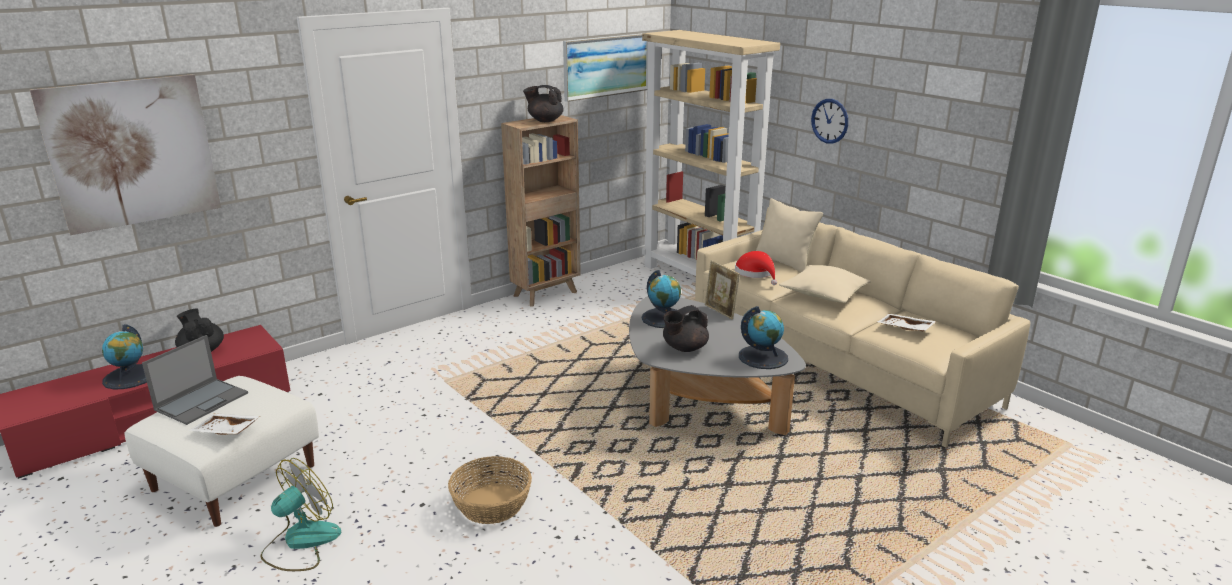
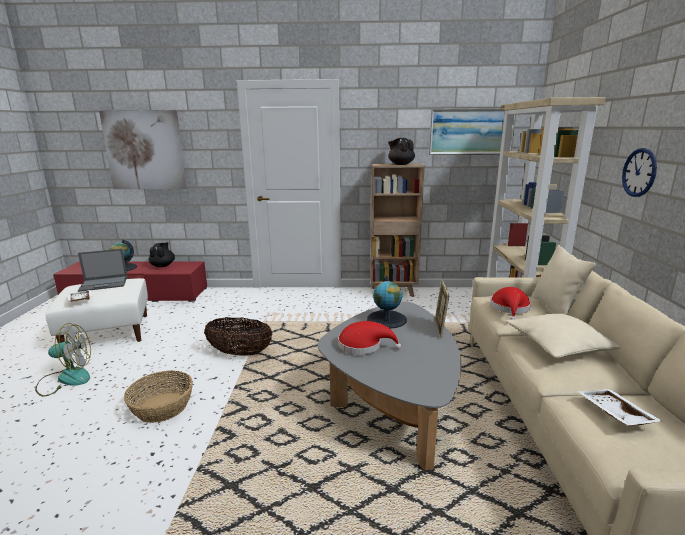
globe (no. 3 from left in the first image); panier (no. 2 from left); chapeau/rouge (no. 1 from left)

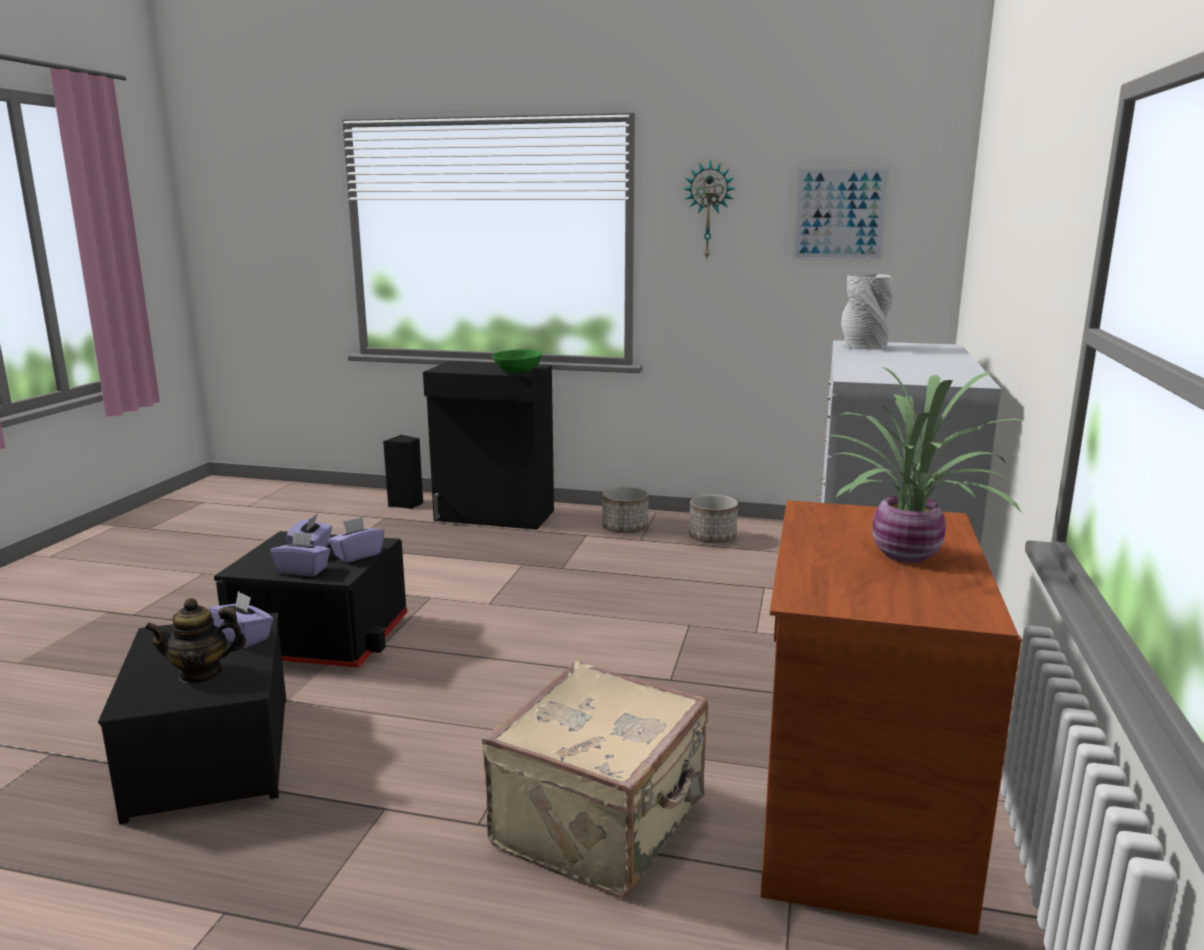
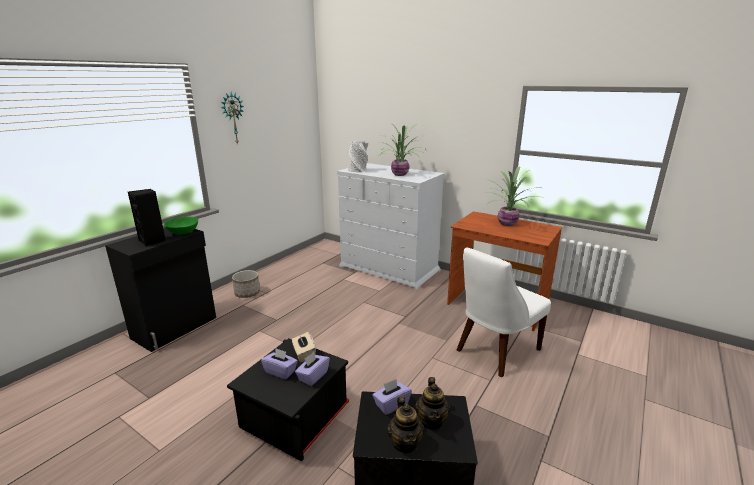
cache-pot (no. 2 from left in the first image); tableau; plante en pot (no. 1 from left); théière (no. 1 from left); enceinte/noir; chaise/blanc; boîte à mouchoirs/beige

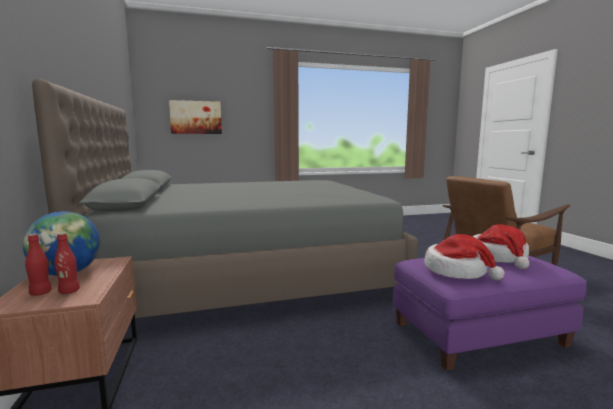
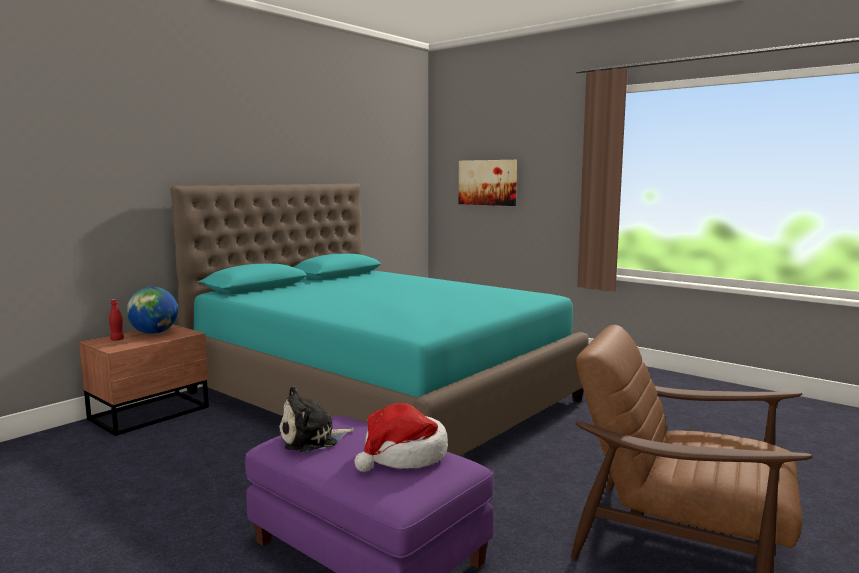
bouteille/rouge (no. 2 from left in the first image); peluche; lit/turquoise

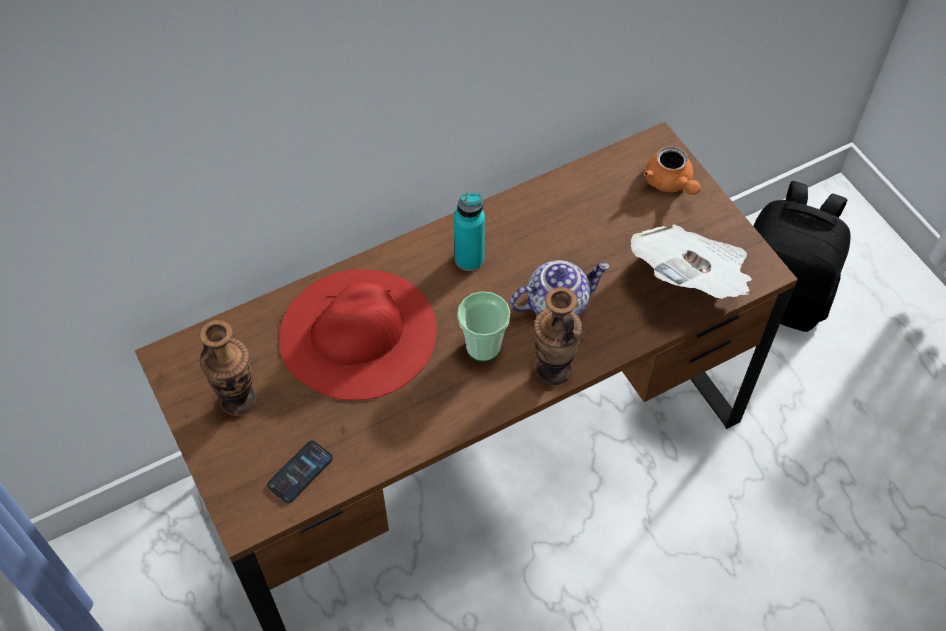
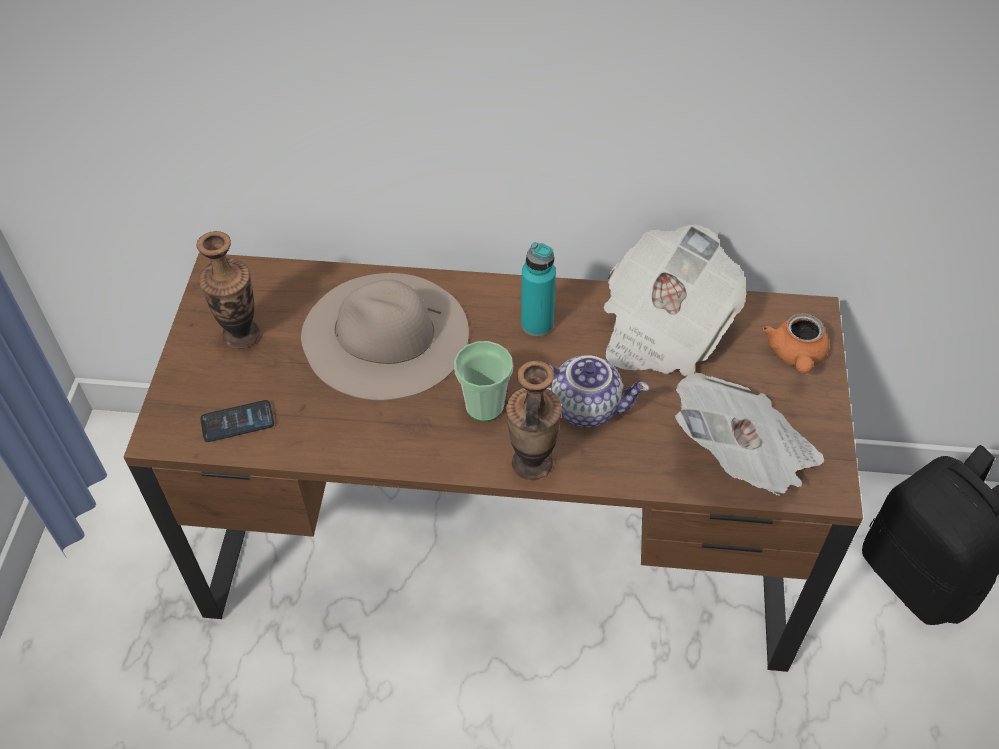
journal (no. 1 from left); chapeau/beige

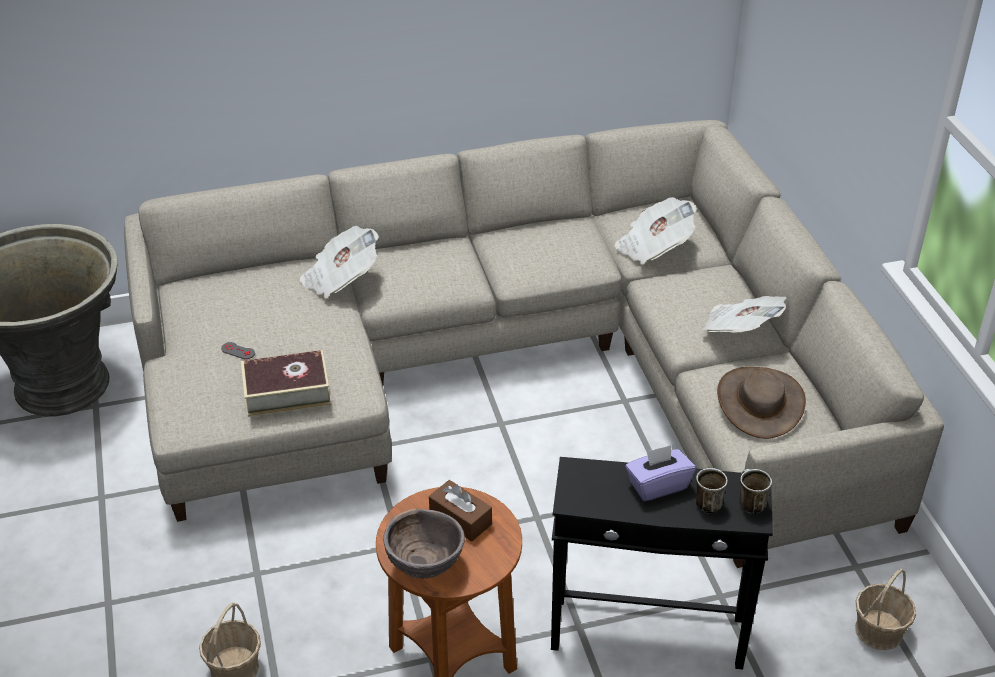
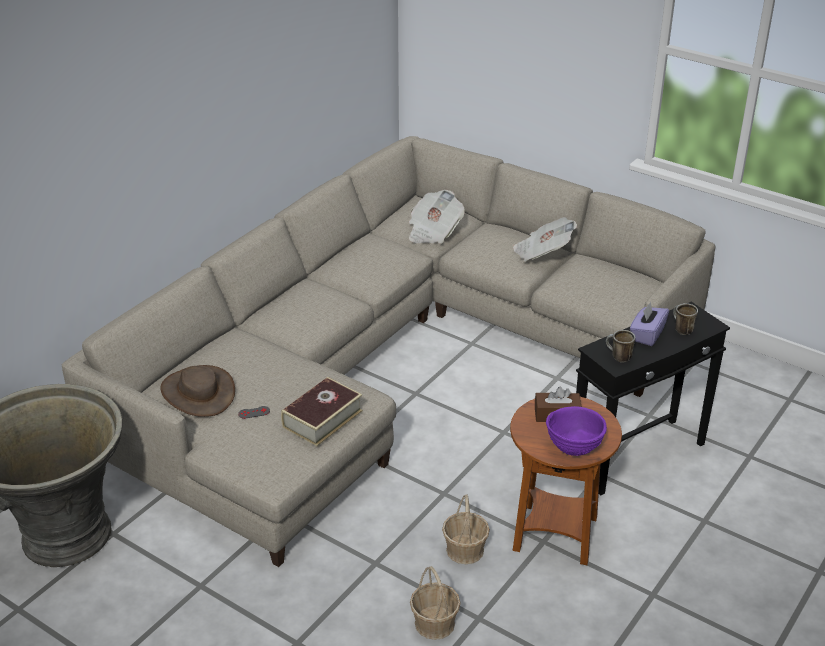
journal (no. 1 from left in the first image); chapeau/marron; mug (no. 1 from left); panier (no. 2 from left); bol/violet

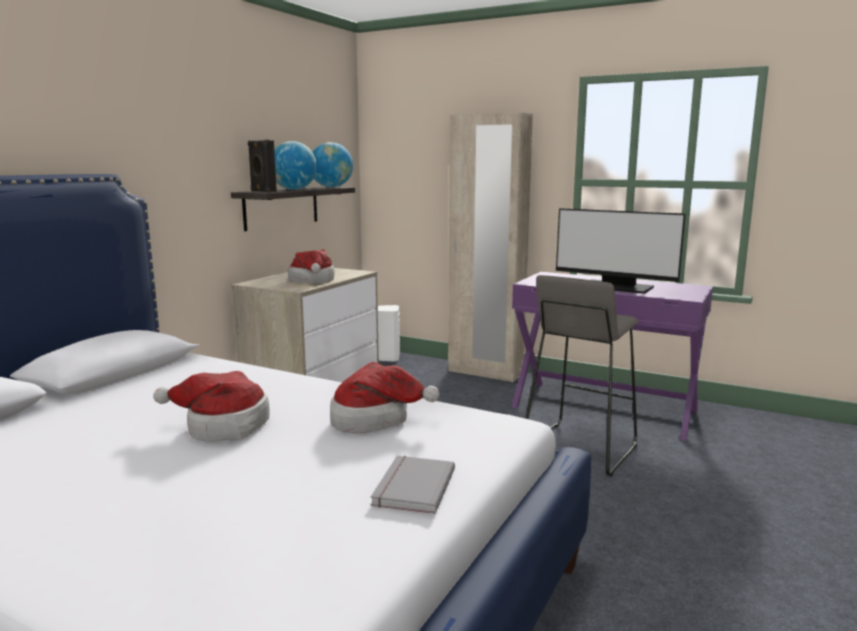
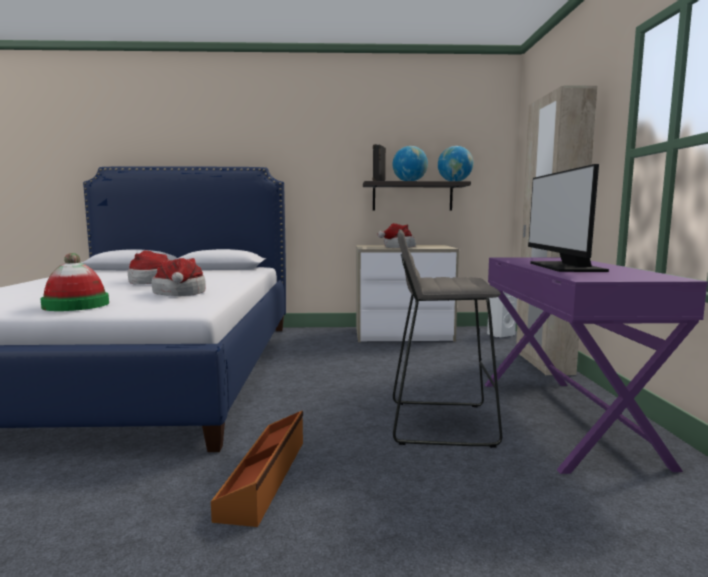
boîte de rangement/marron; chapeau (no. 1 from left)

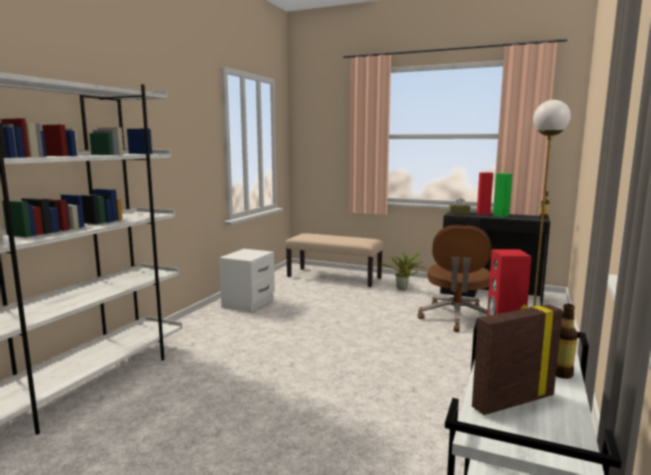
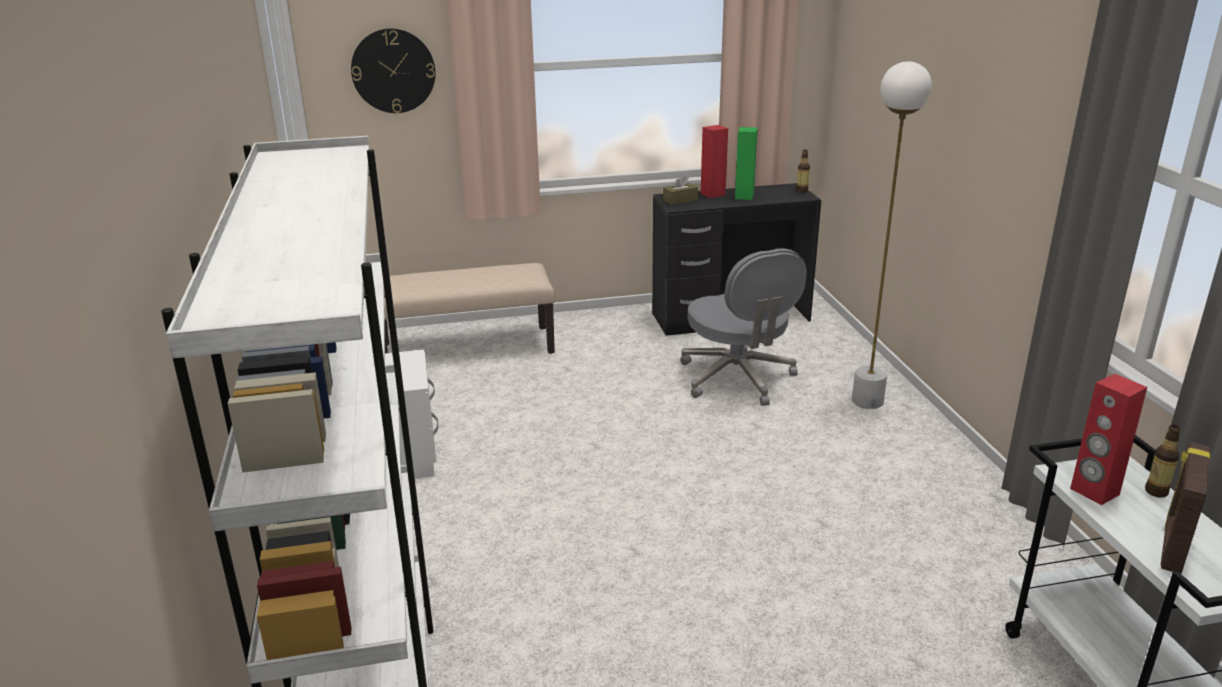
plante en pot; horloge murale; chaise de bureau/gris

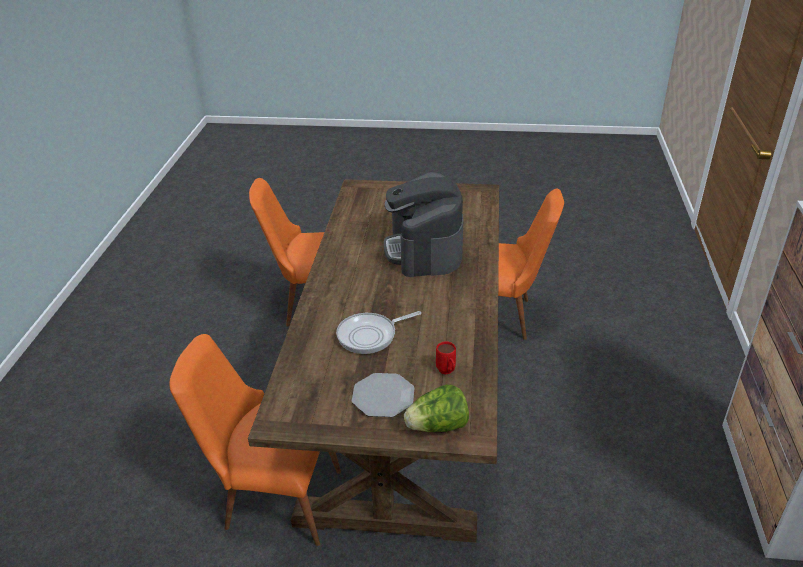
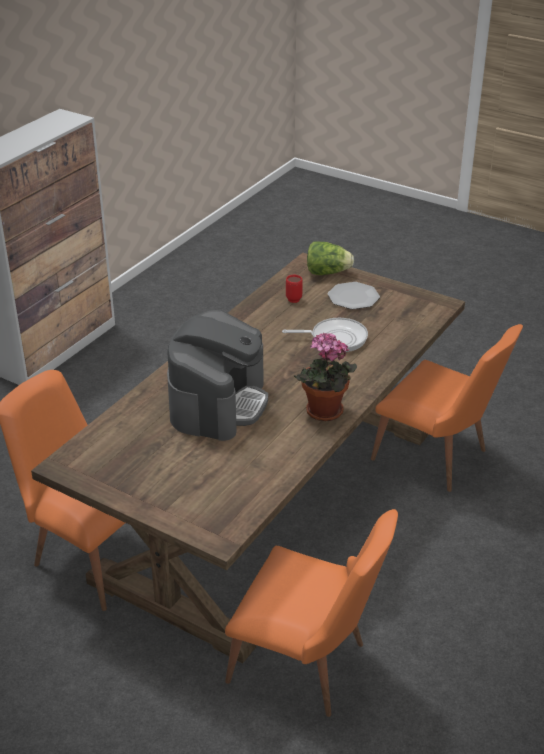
plante en pot

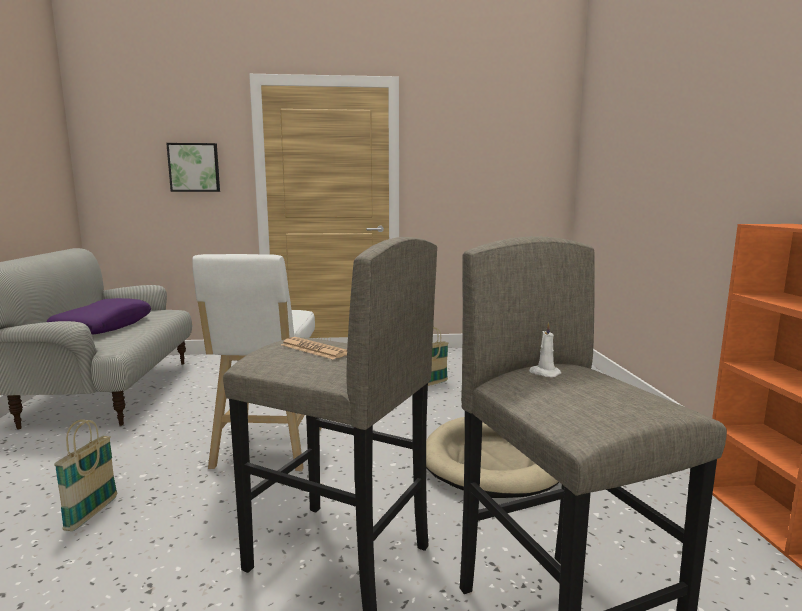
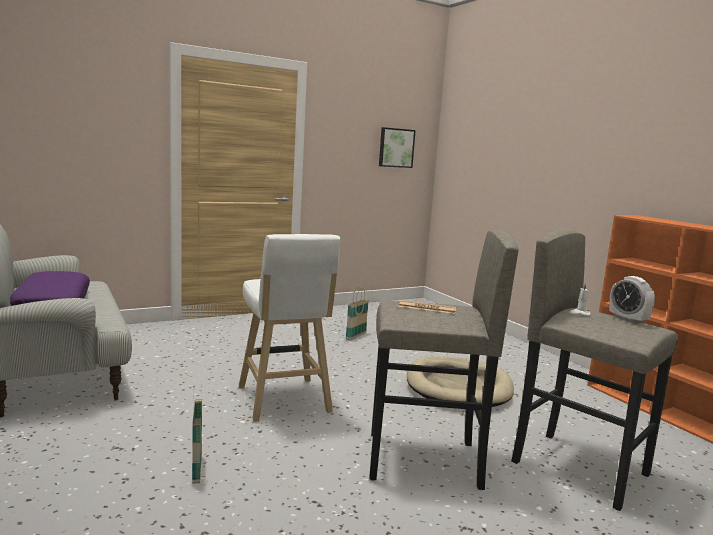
réveil; tableau

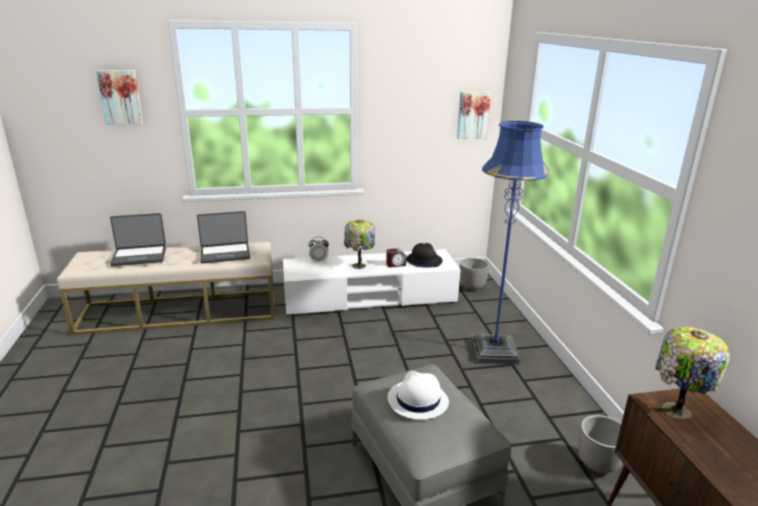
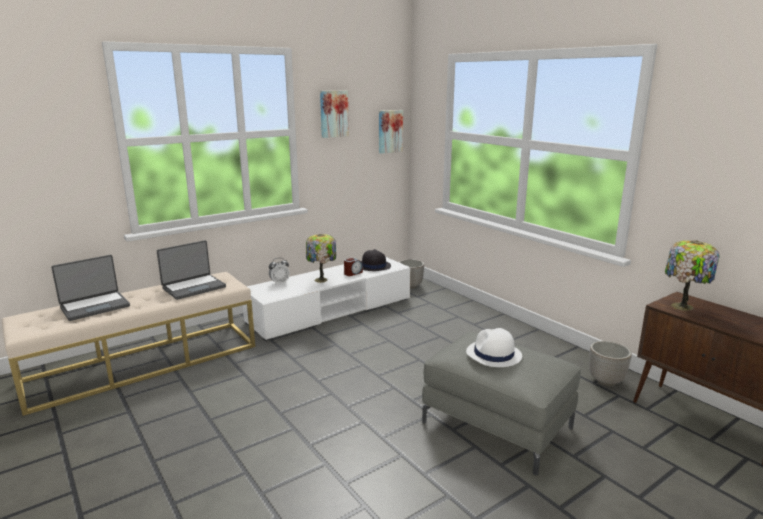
lampadaire/bleu; tableau (no. 1 from left)

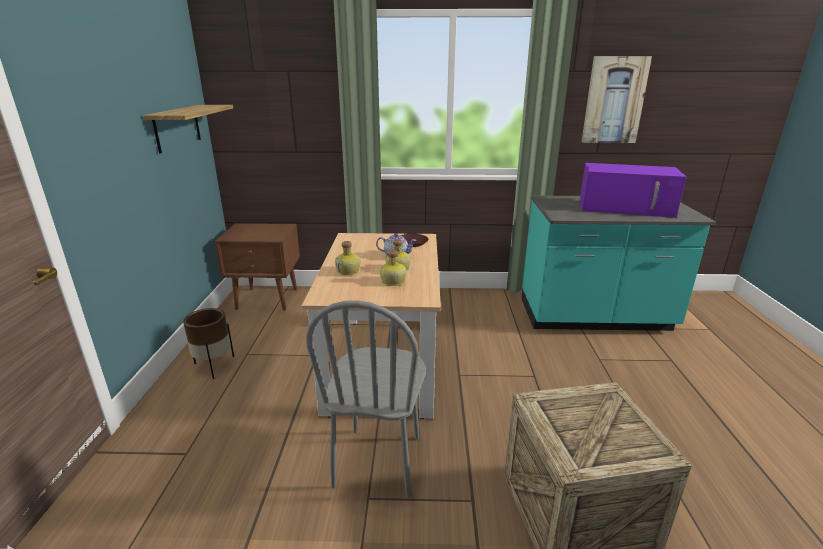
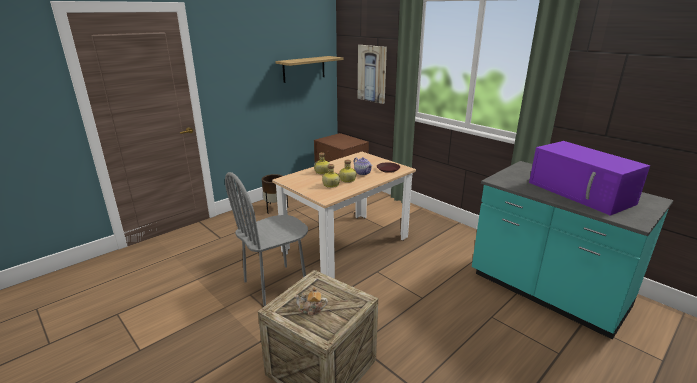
théière (no. 1 from left); tableau

